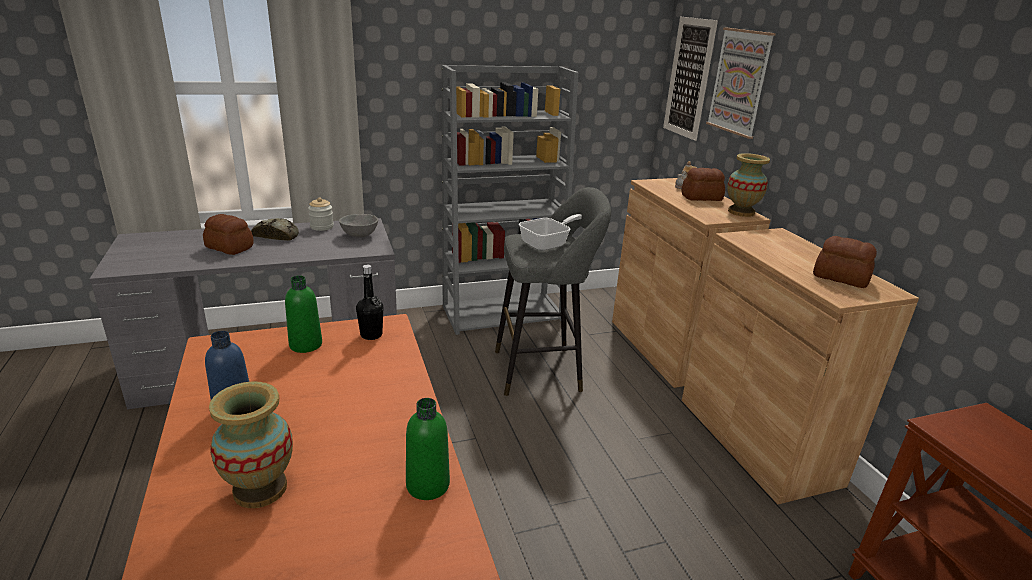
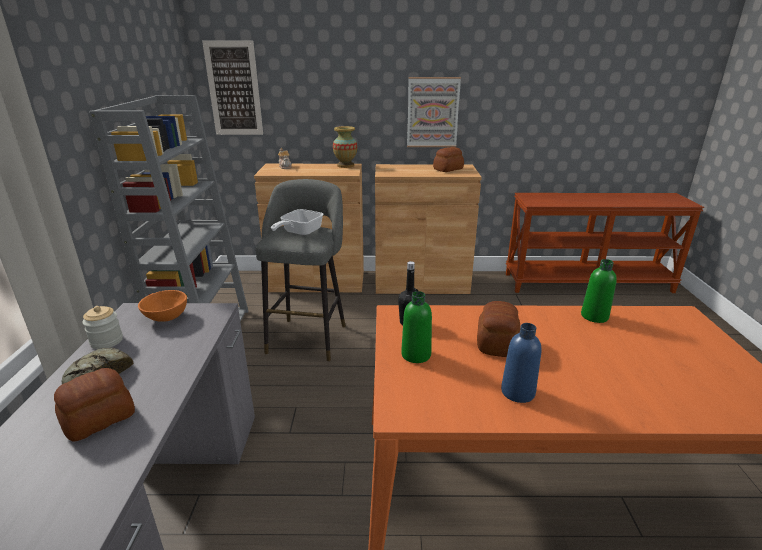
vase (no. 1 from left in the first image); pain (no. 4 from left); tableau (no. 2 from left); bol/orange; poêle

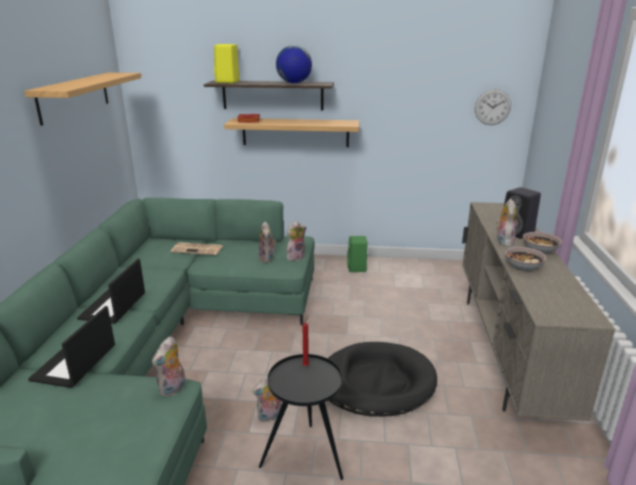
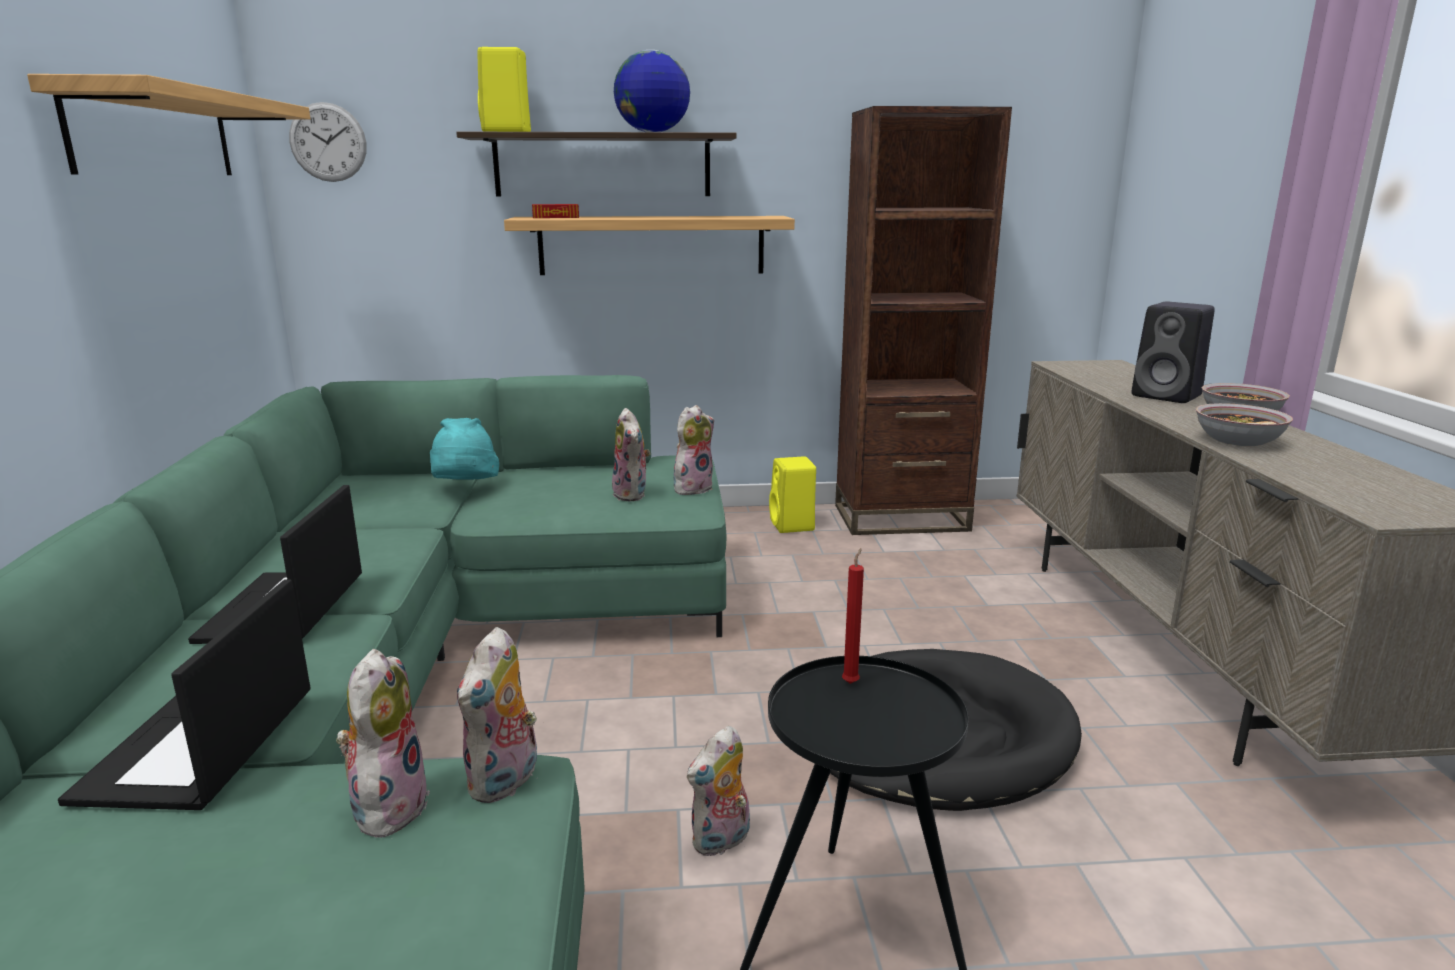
bibliothèque/marron; horloge murale; peluche (no. 1 from left); chapeau/turquoise; enceinte/jaune (no. 2 from left)

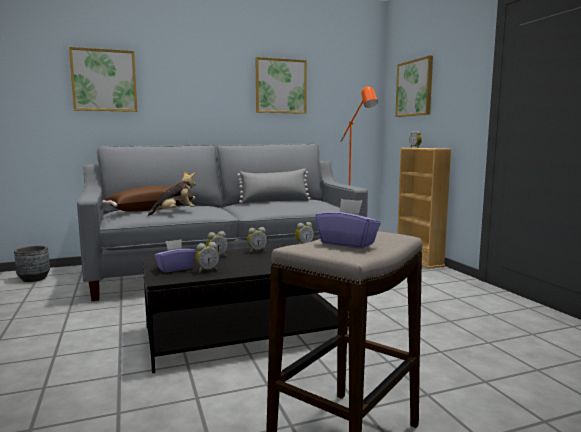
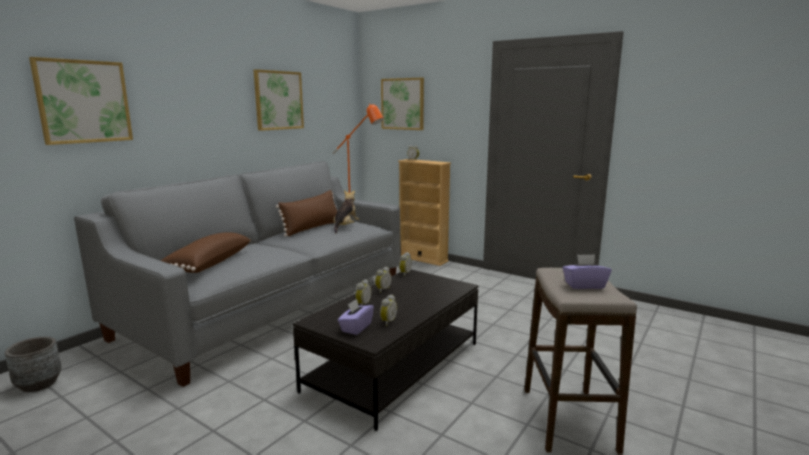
peluche; coussin/marron (no. 2 from left)

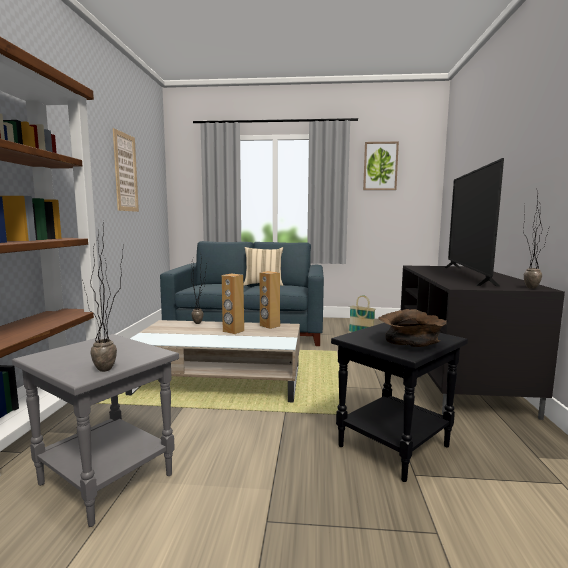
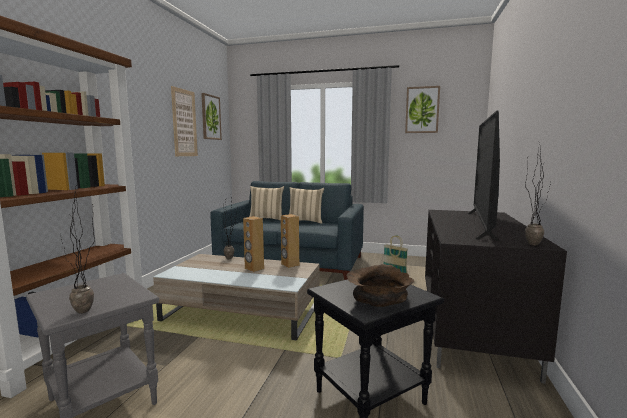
tableau (no. 2 from left); coussin/beige (no. 1 from left)

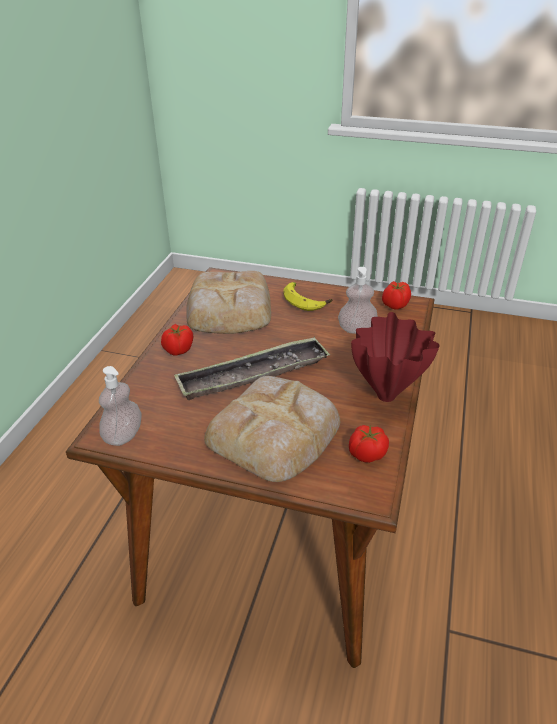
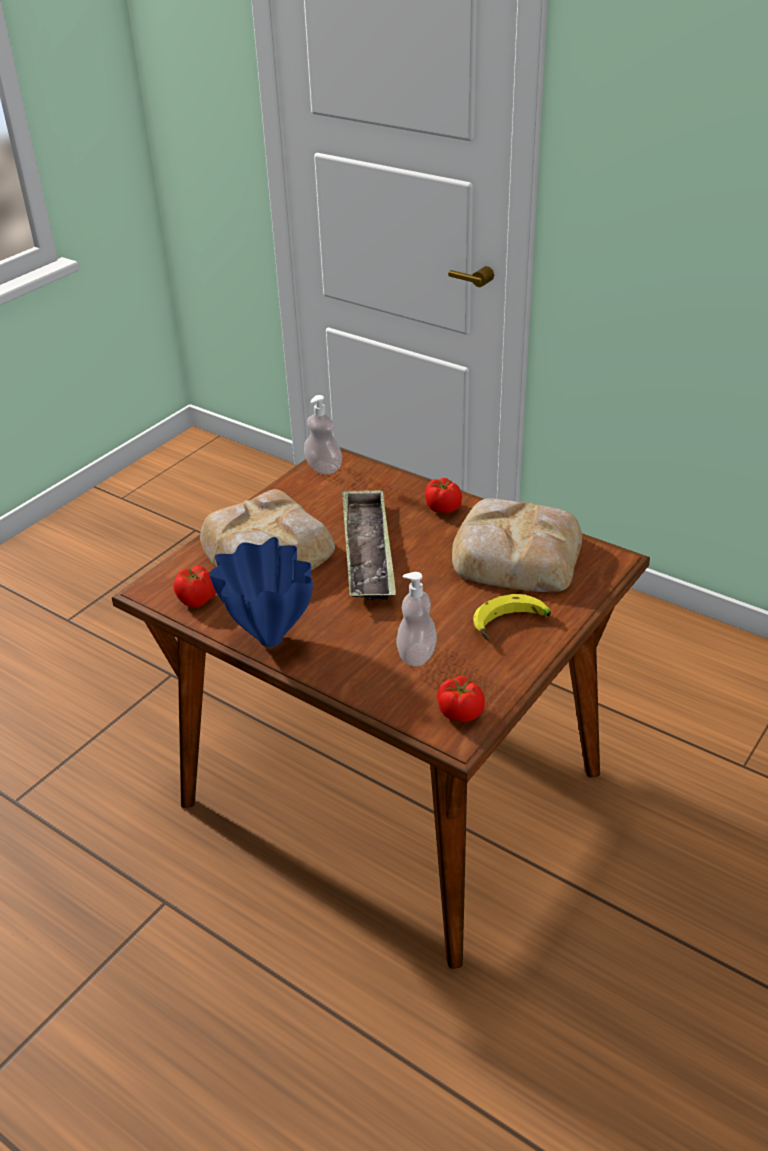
vase/bleu

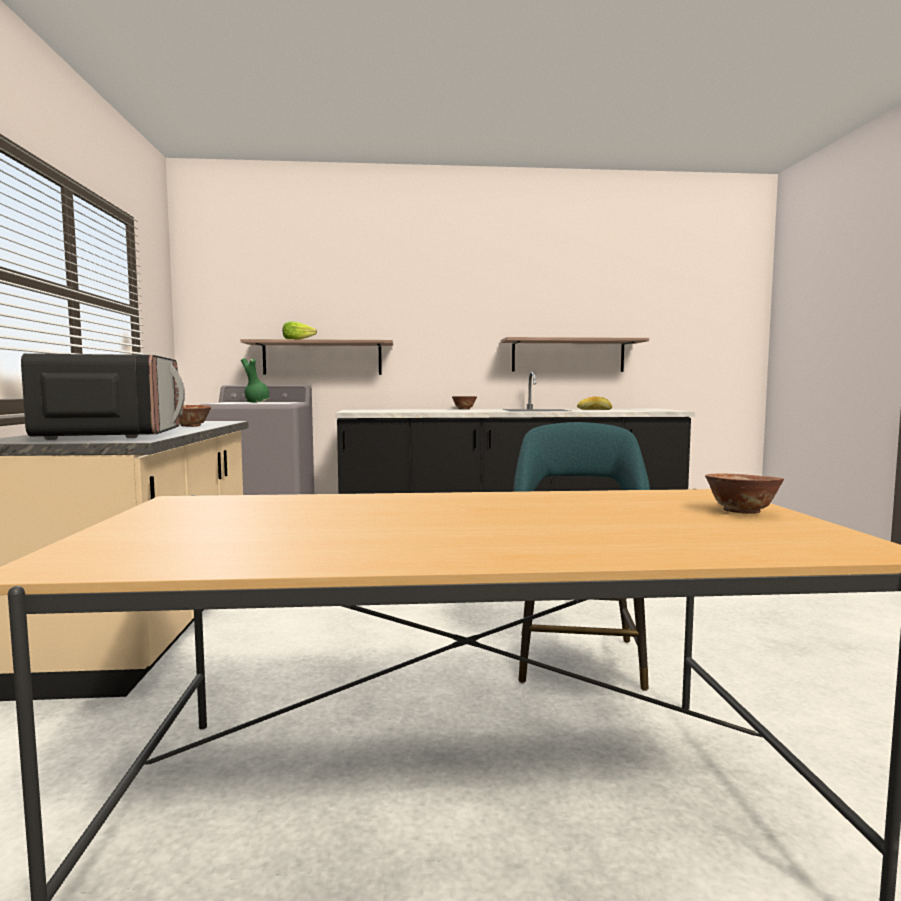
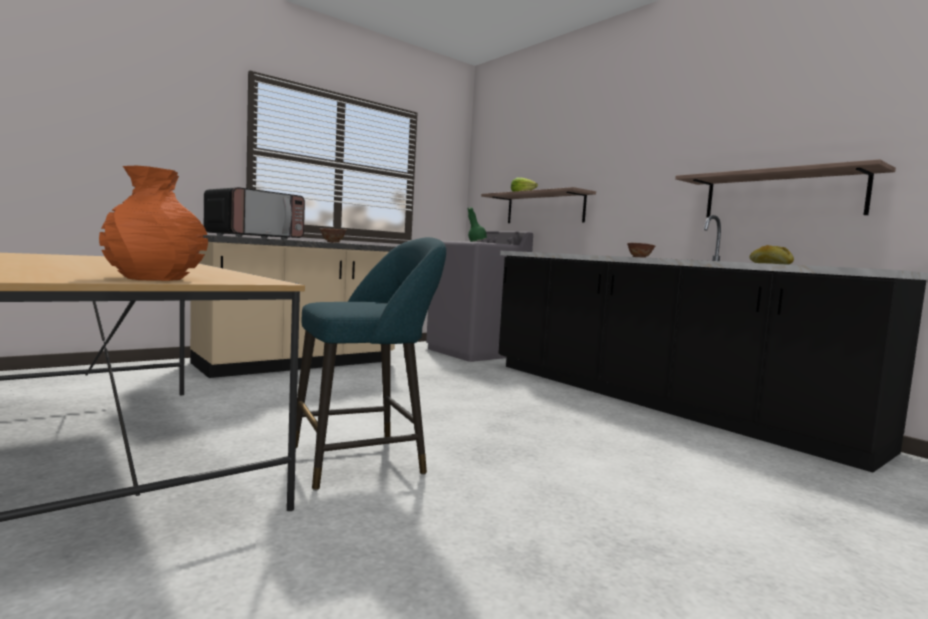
vase/orange

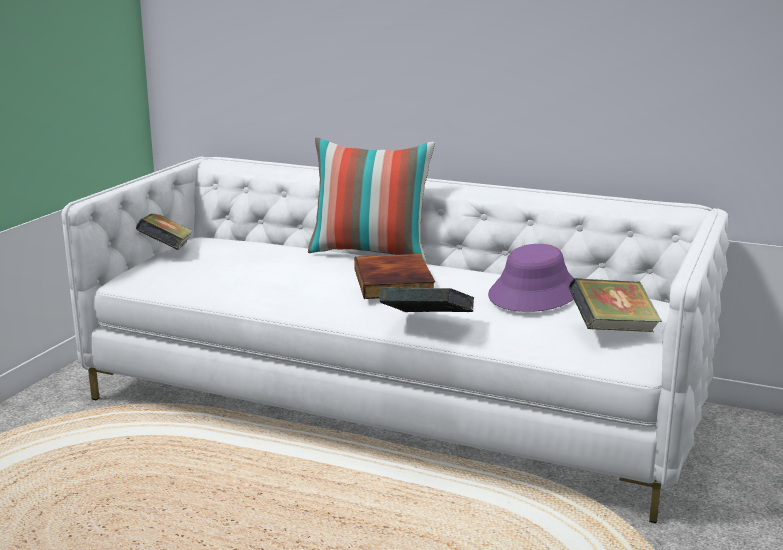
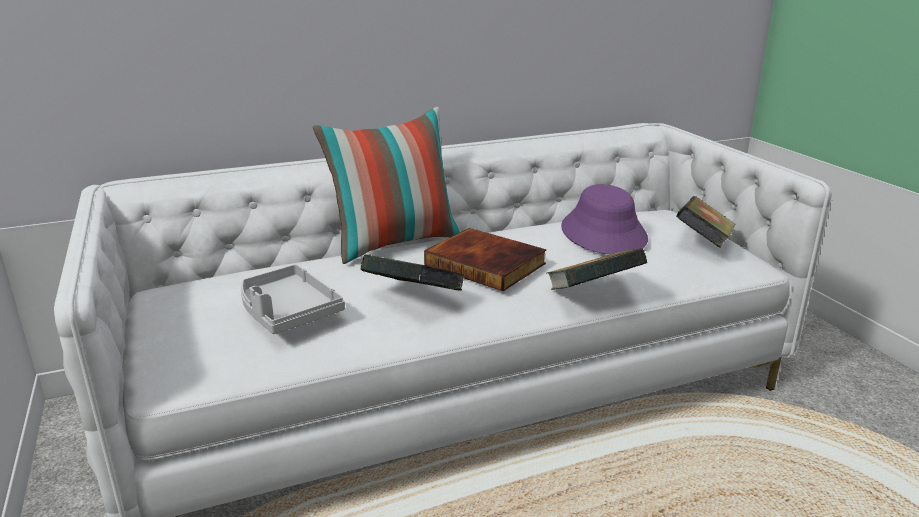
plateau/gris; livre (no. 1 from left)

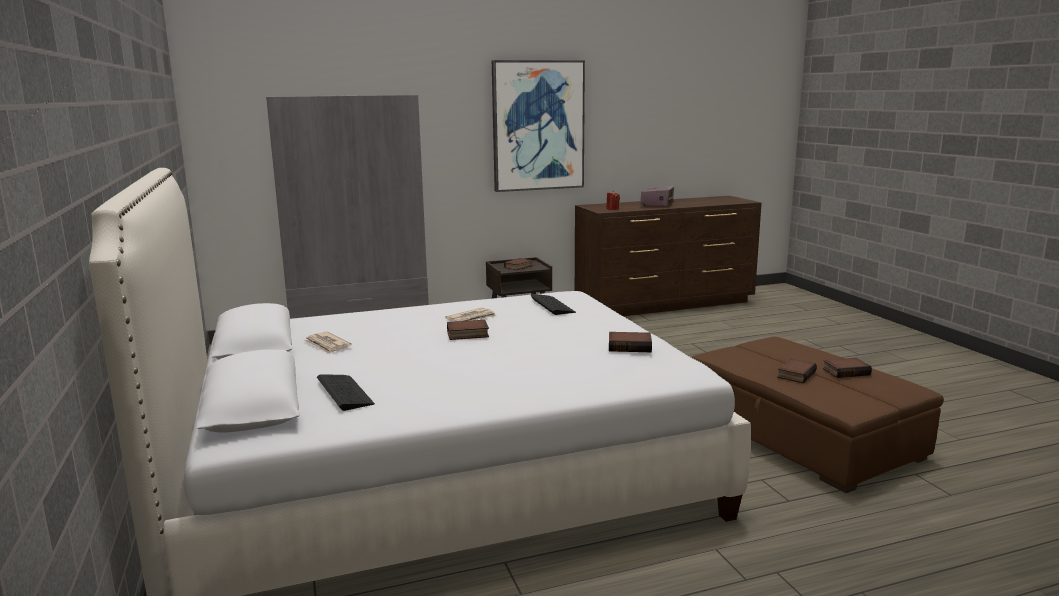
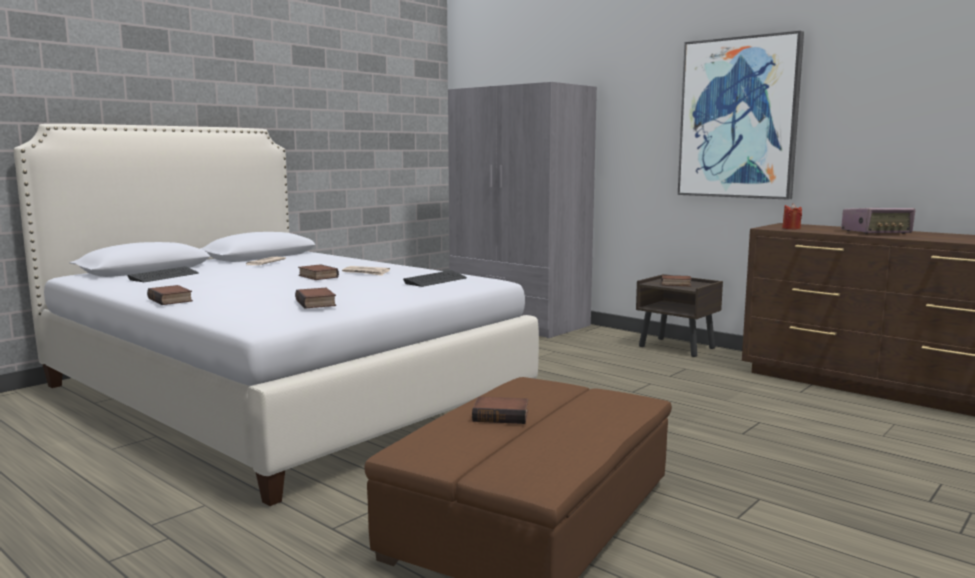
livre (no. 1 from left)

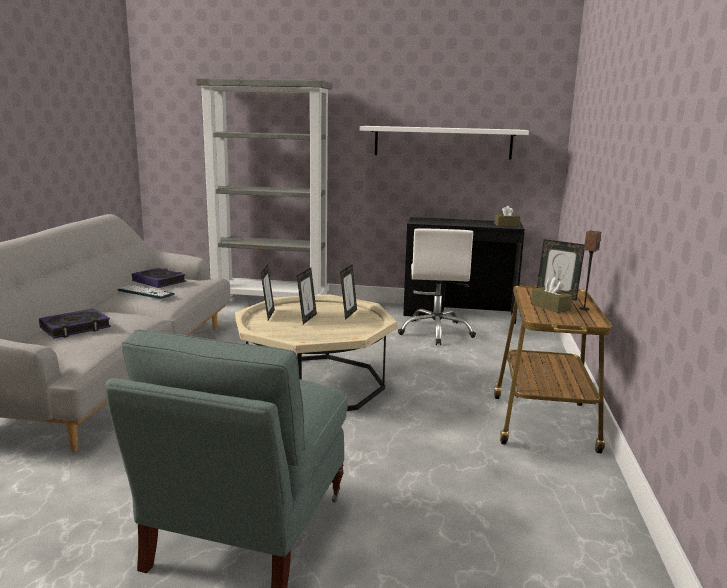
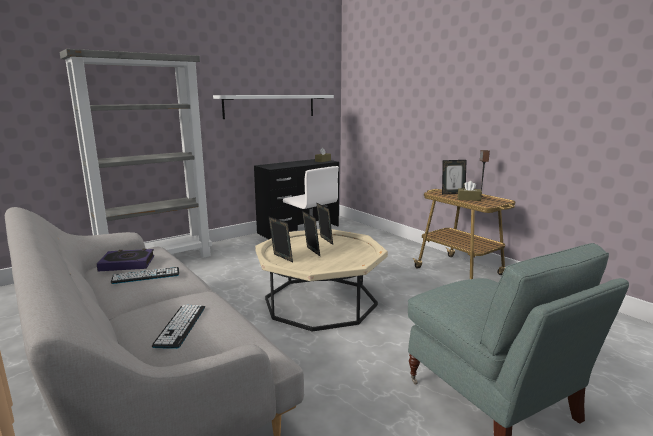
clavier (no. 2 from left)

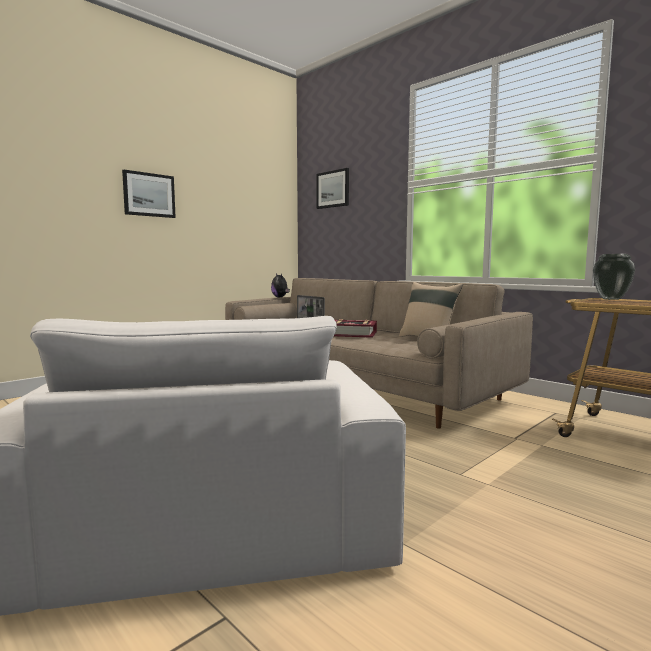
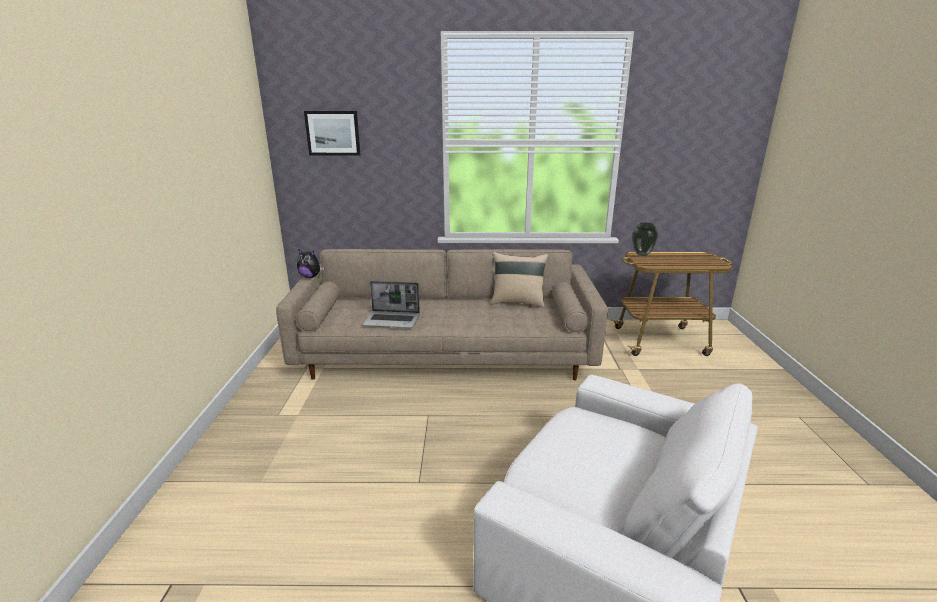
tableau (no. 1 from left in the first image); livre

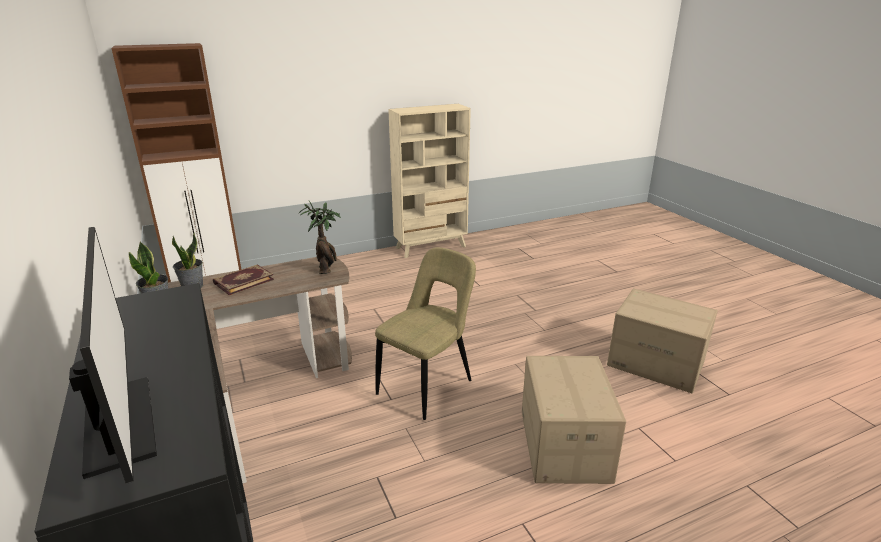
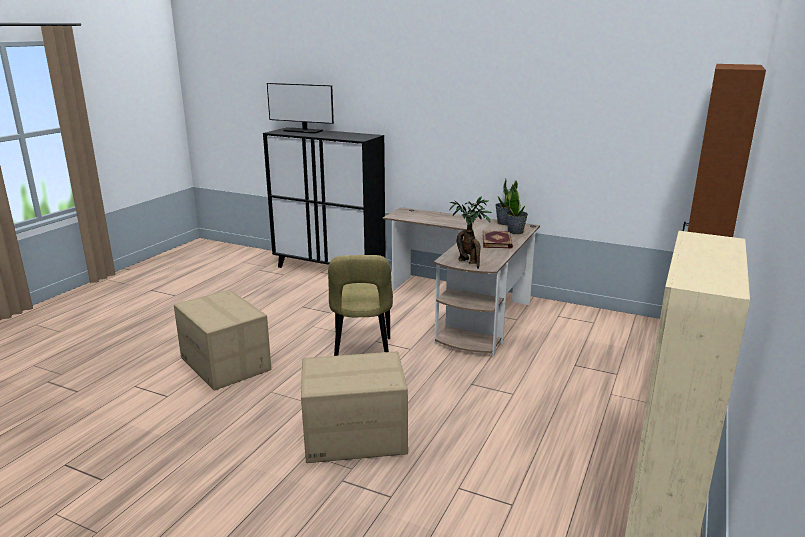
carton (no. 2 from left)

